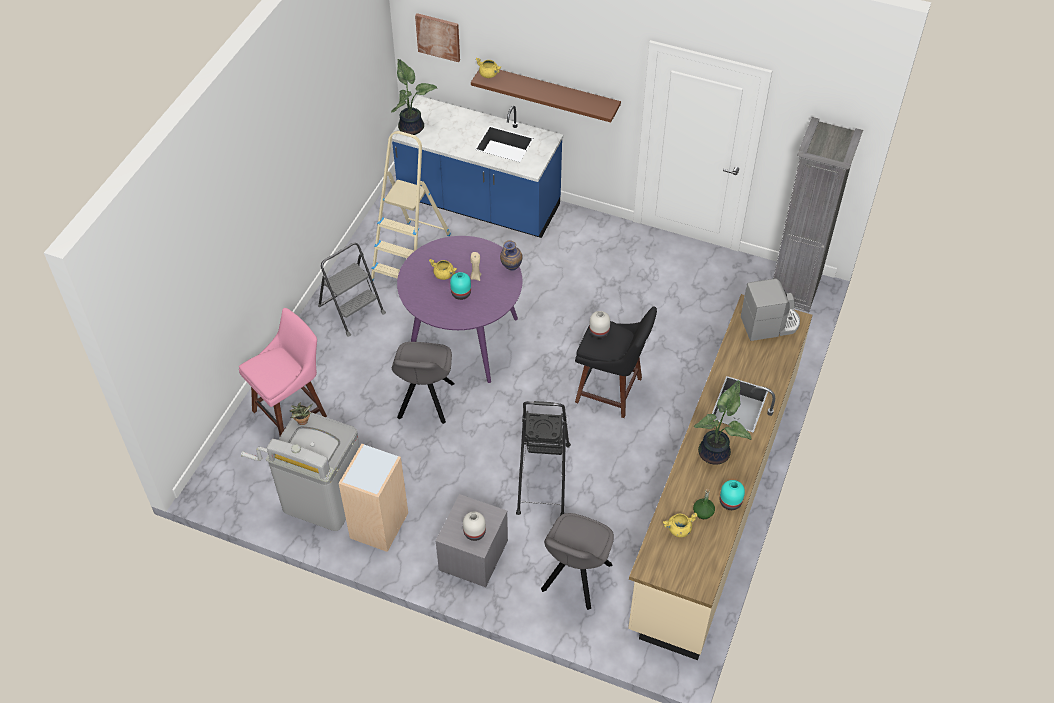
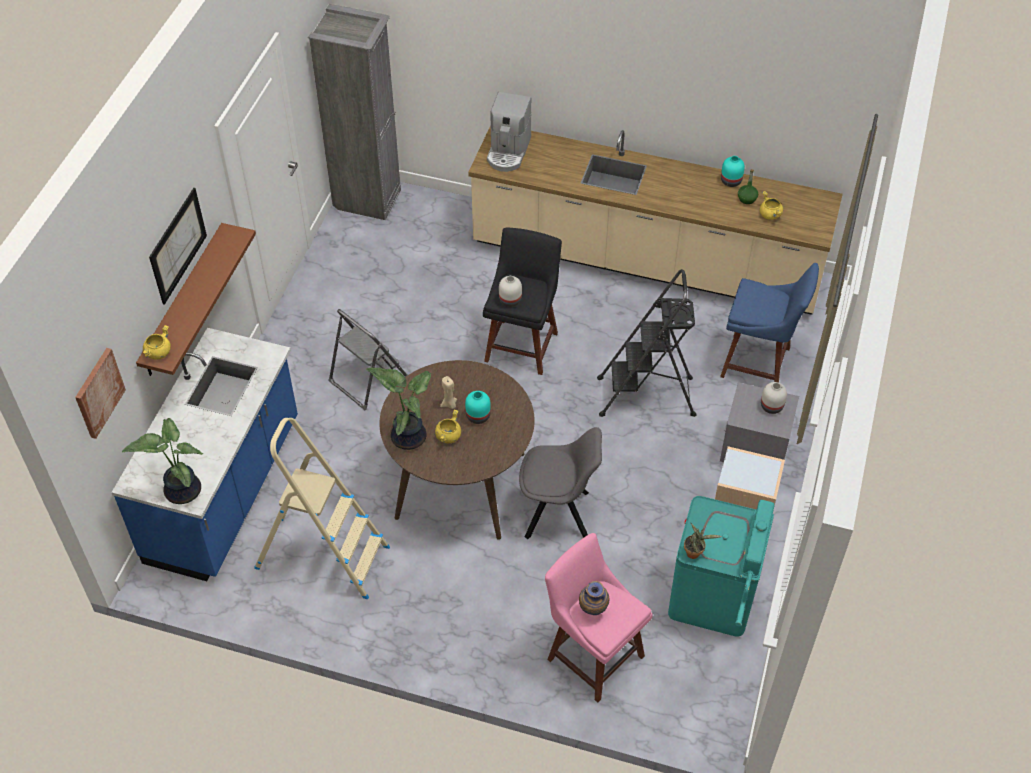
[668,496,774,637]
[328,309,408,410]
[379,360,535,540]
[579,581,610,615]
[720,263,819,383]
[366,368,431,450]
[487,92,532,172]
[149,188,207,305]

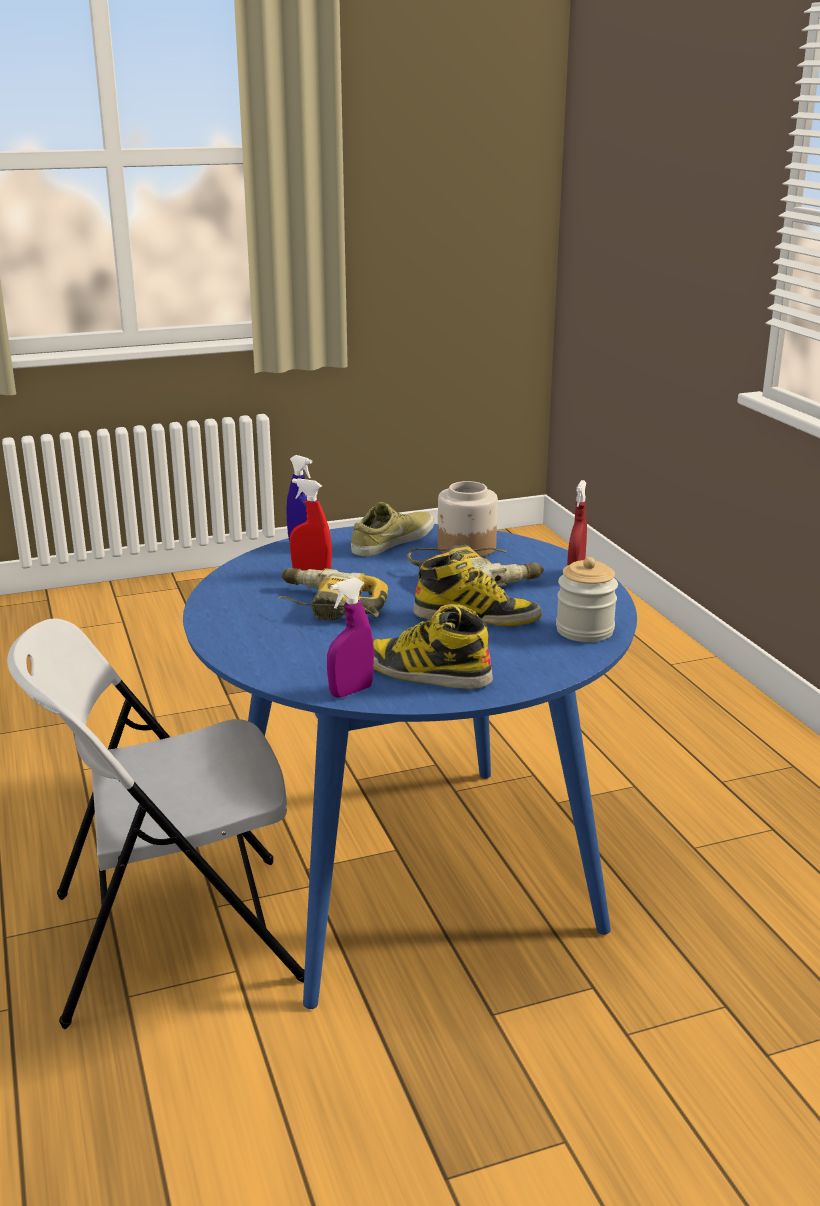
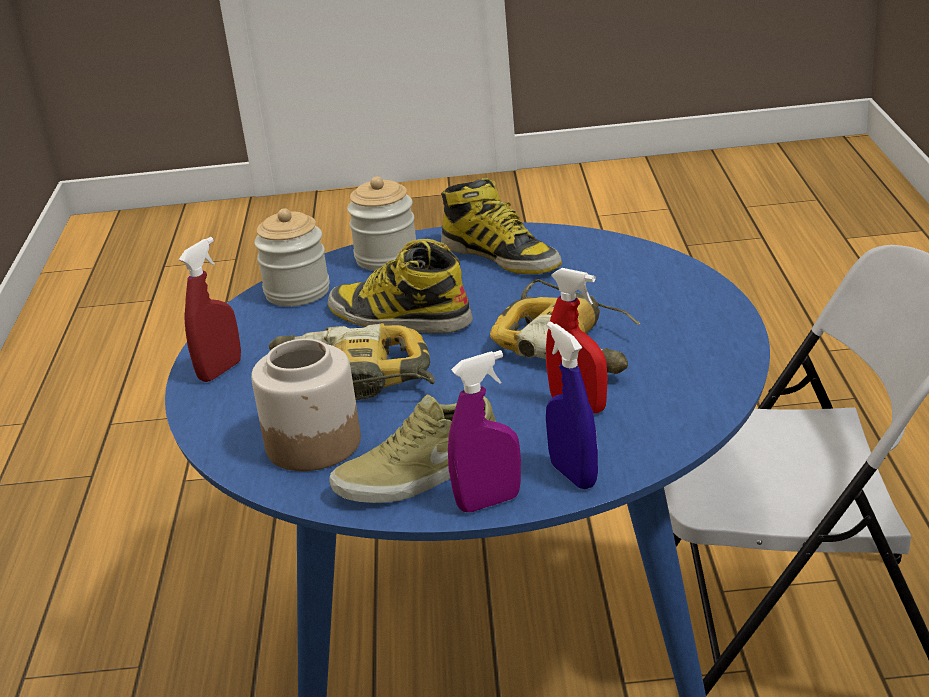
[448,350,521,512]
[347,176,416,271]

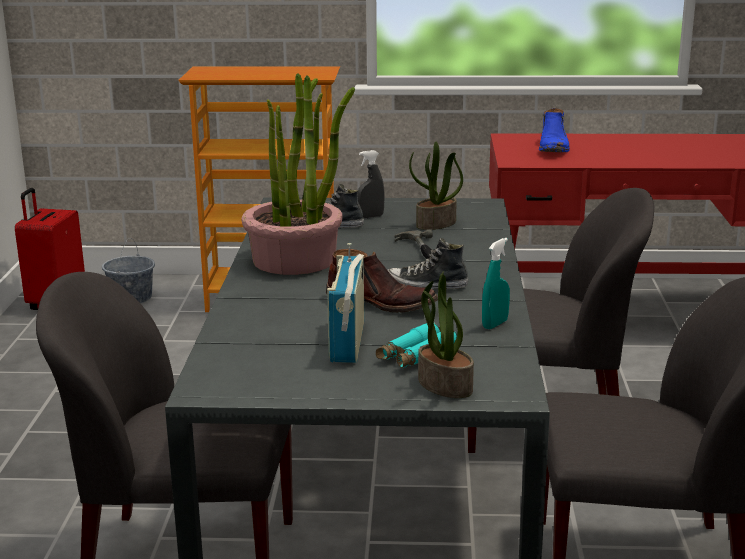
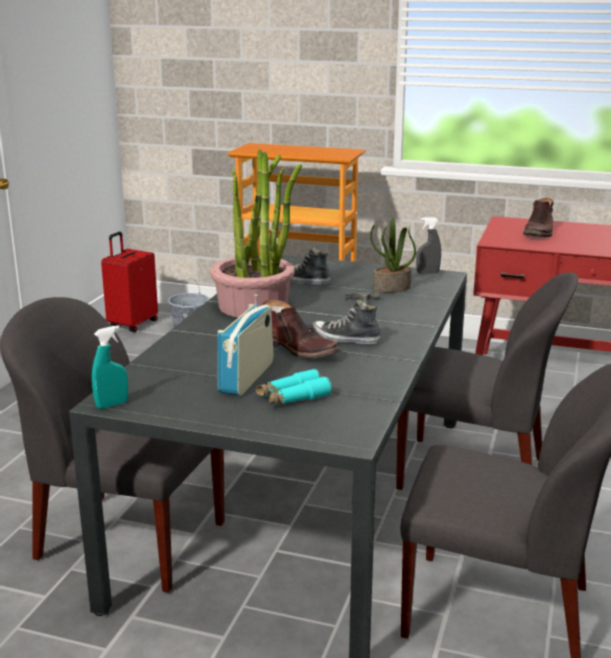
[416,217,441,274]
[418,271,474,398] (first image)
[92,326,128,409]
[523,198,554,237]

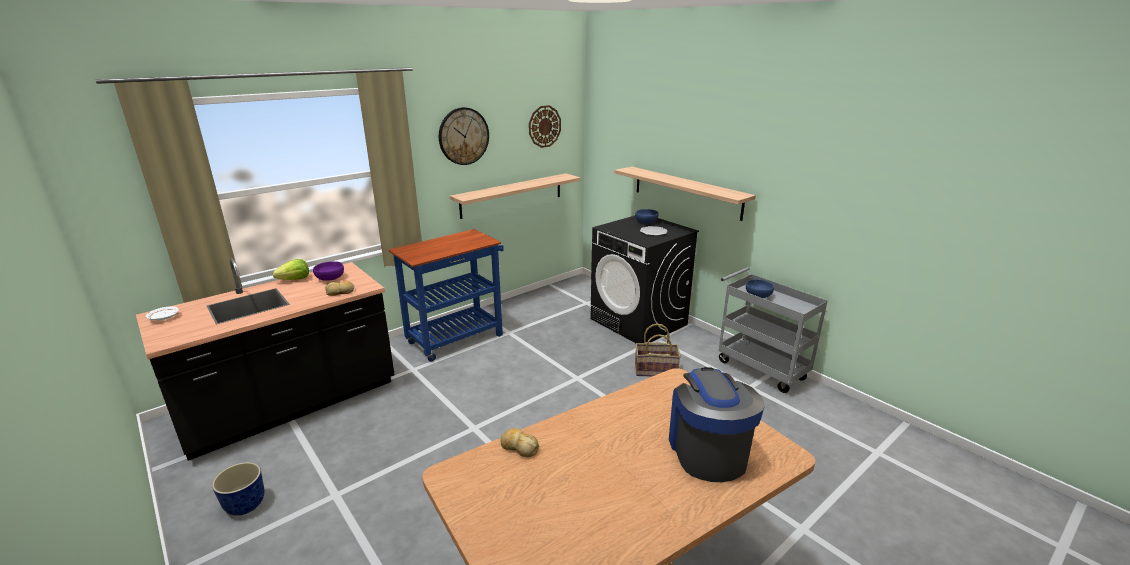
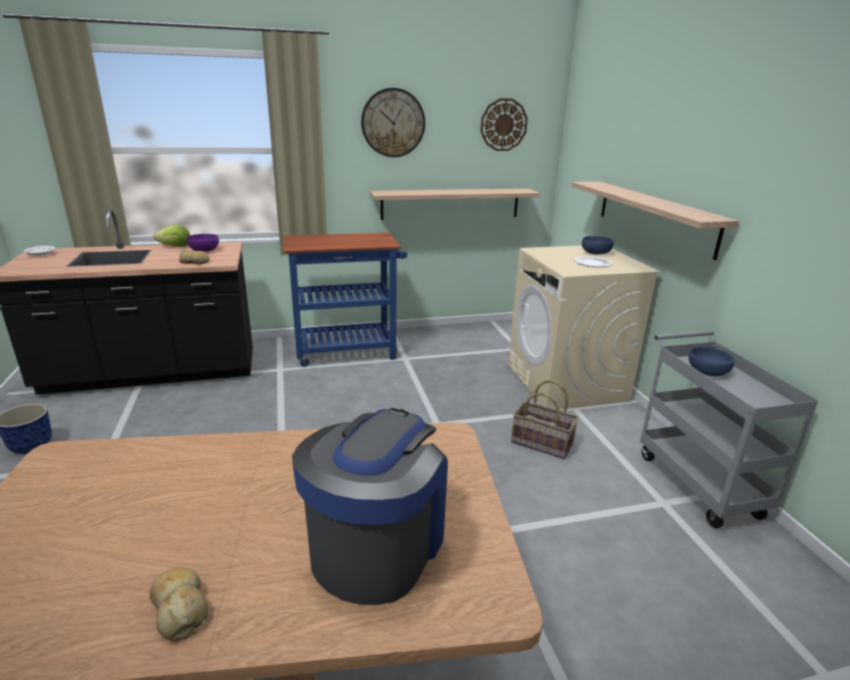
[149,567,208,641]
[508,245,660,409]

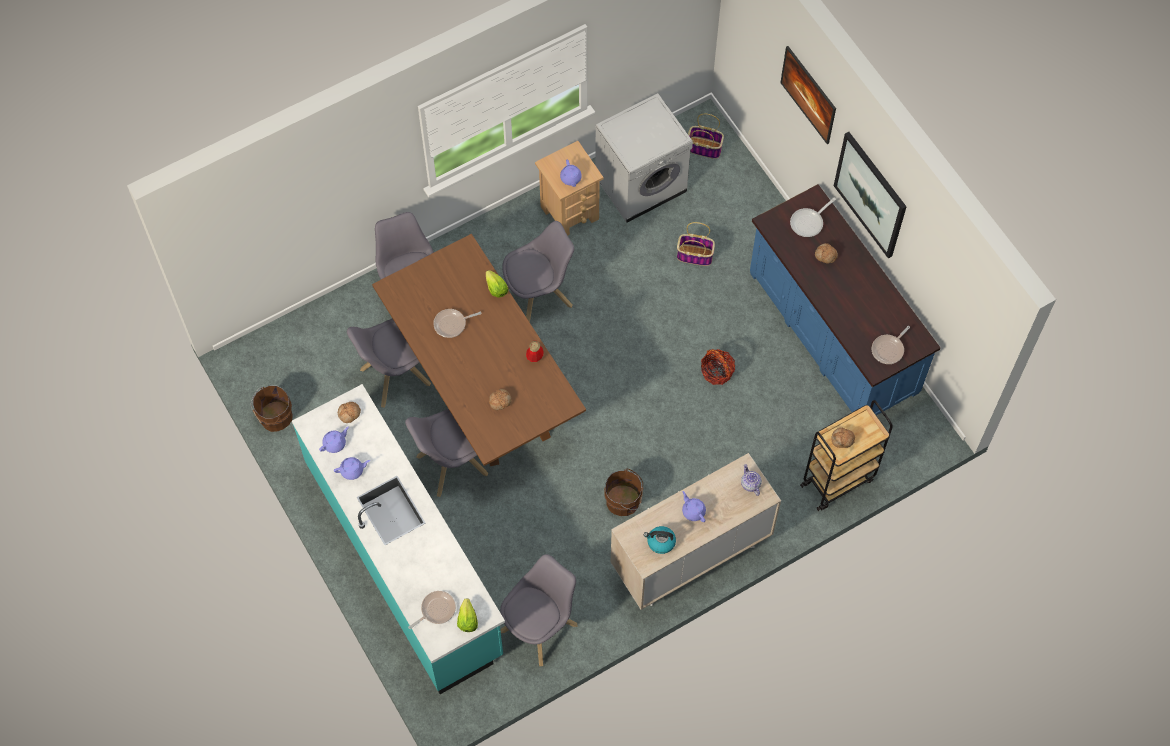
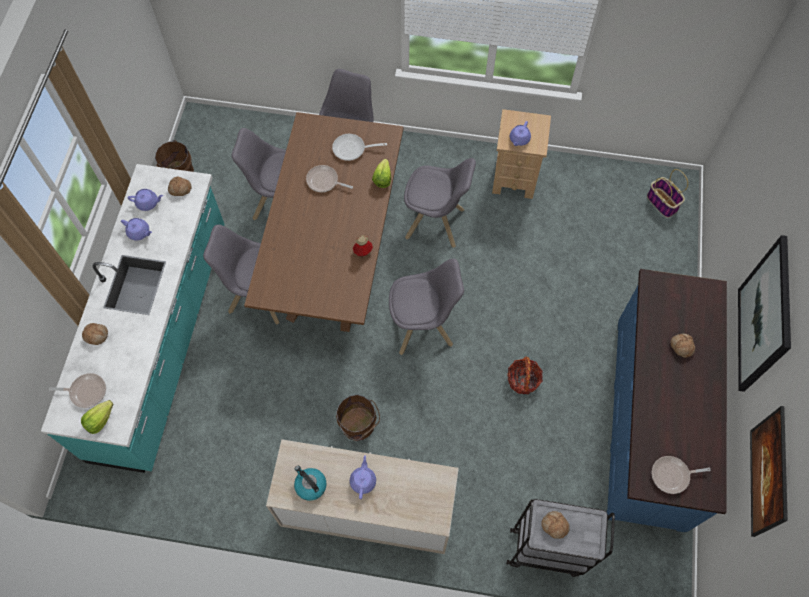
[82,323,108,345]
[389,259,464,355]
[595,93,693,223] (first image)
[677,222,715,266] (first image)
[741,464,762,496] (first image)
[750,406,788,537]
[332,134,387,161]
[507,499,615,577]

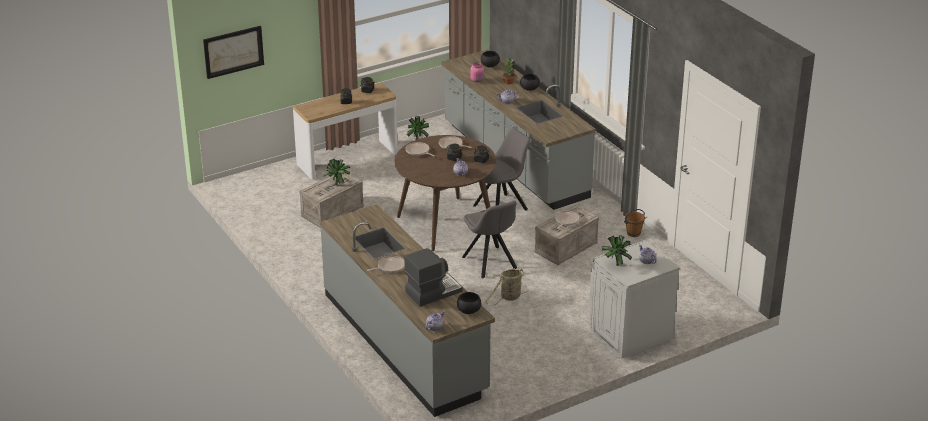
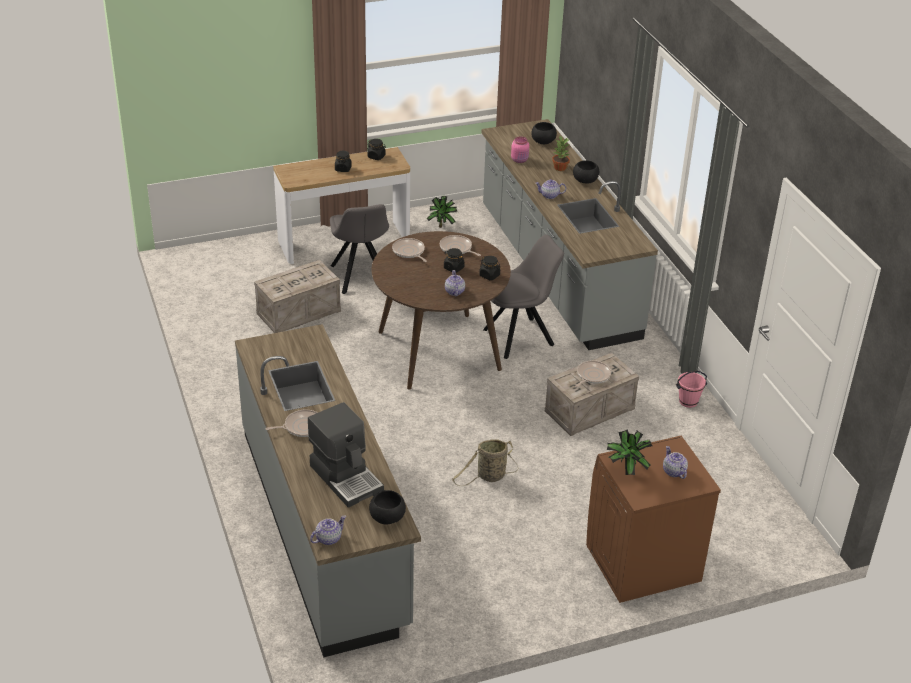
[203,26,264,79] (first image)
[324,159,350,185] (first image)
[308,402,384,508]
[330,204,389,294]
[586,436,721,603]
[676,371,707,408]

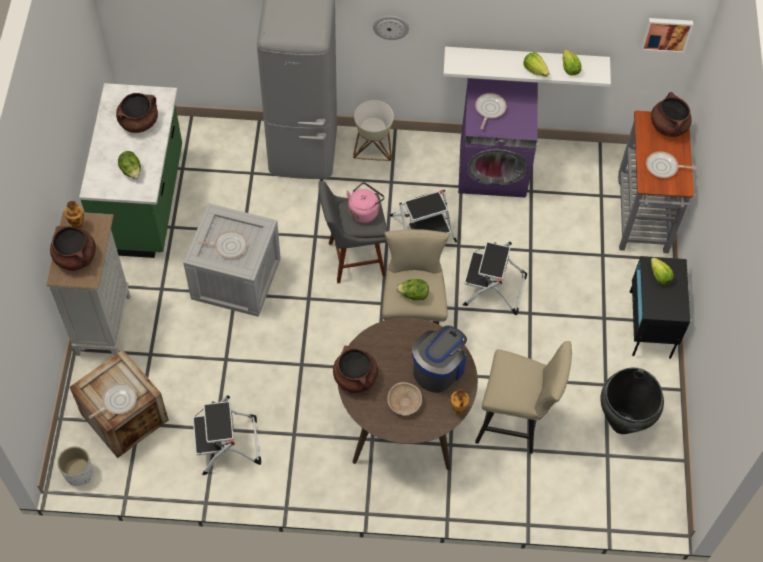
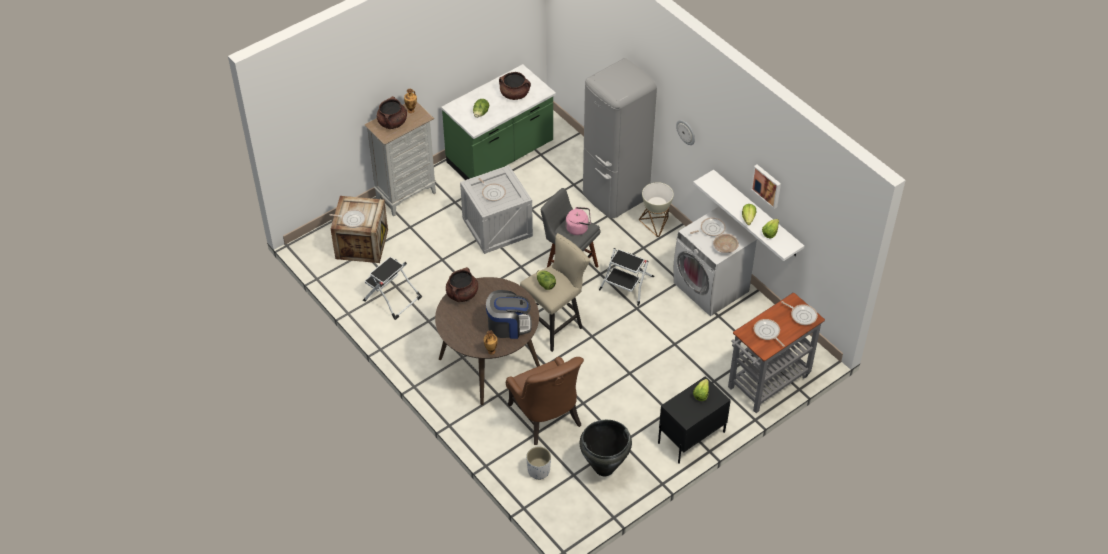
[526,447,551,480]
[713,234,739,253]
[673,207,758,316]
[463,242,527,315] (first image)
[506,357,584,445]
[751,165,781,209]
[781,301,818,325]

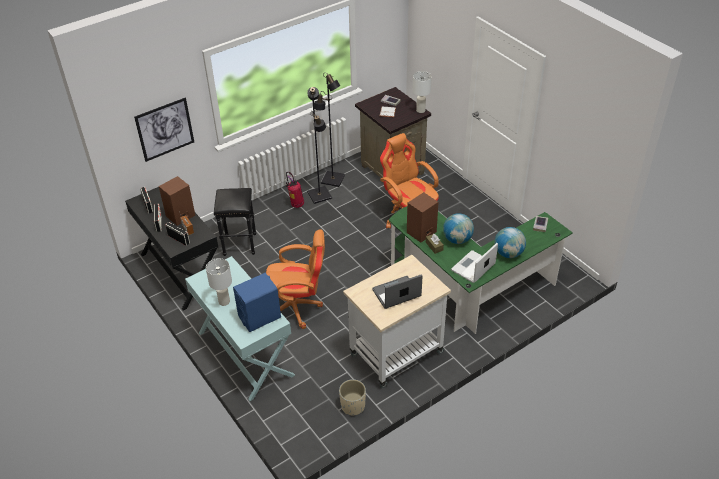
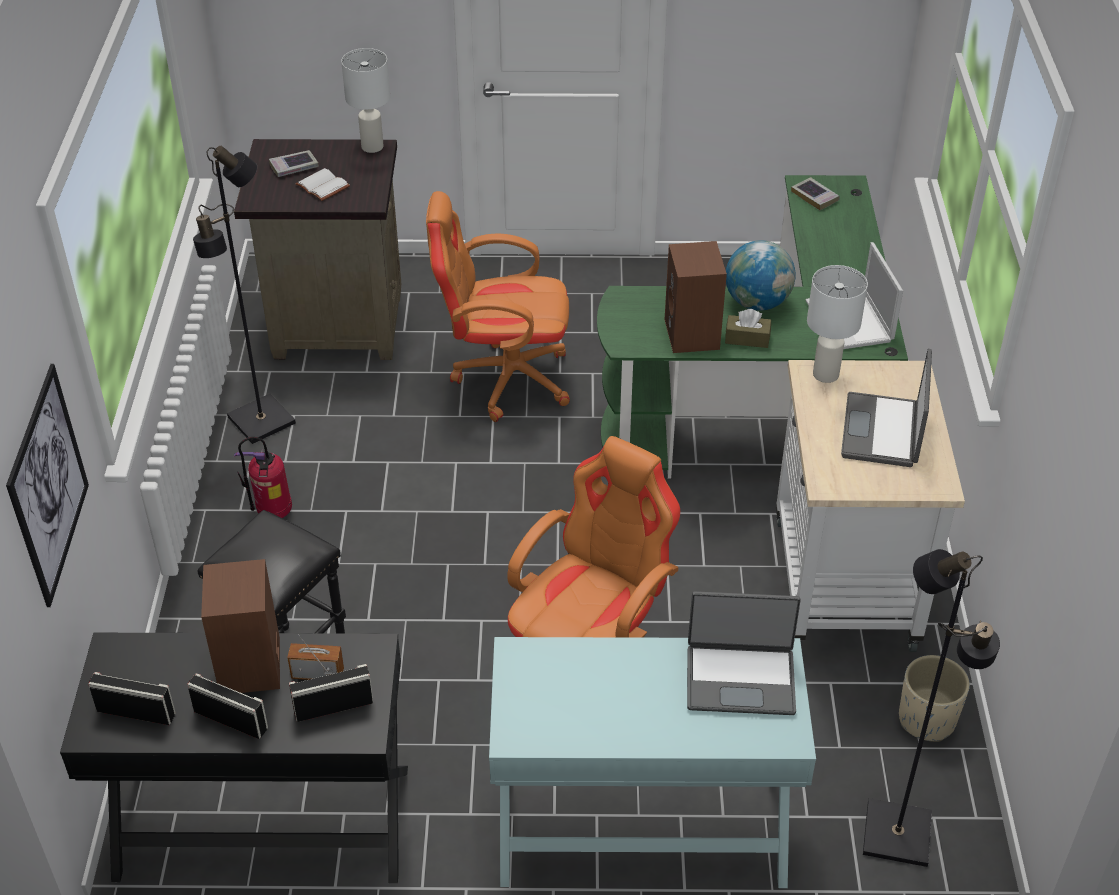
[807,265,868,383]
[687,591,801,715]
[863,549,1000,867]
[494,227,526,258] (first image)

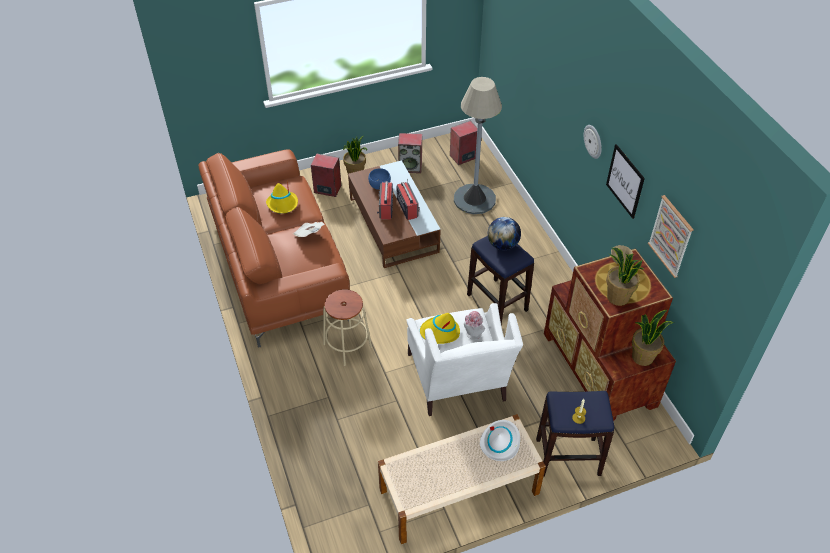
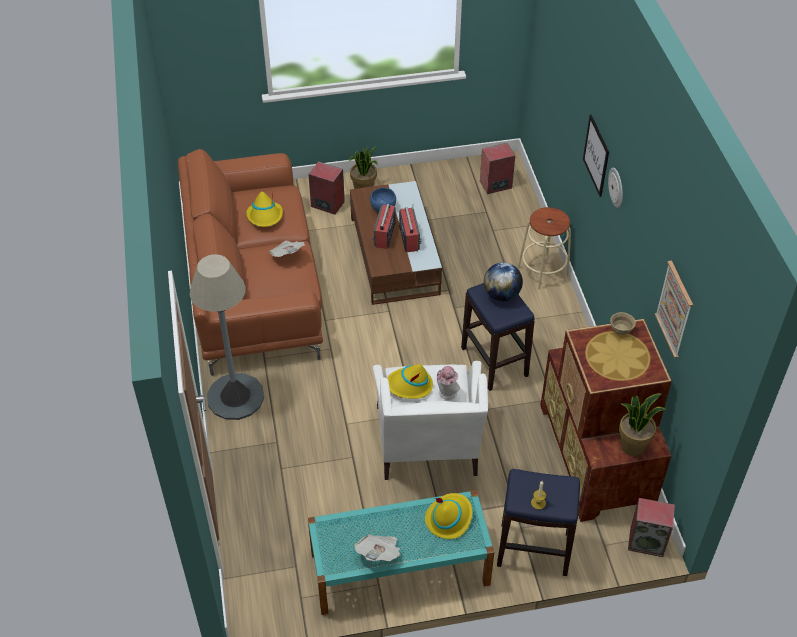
[518,207,571,290]
[308,490,494,615]
[628,498,675,557]
[190,254,264,420]
[425,493,473,539]
[583,115,609,197]
[606,248,644,306] (first image)
[355,534,400,561]

